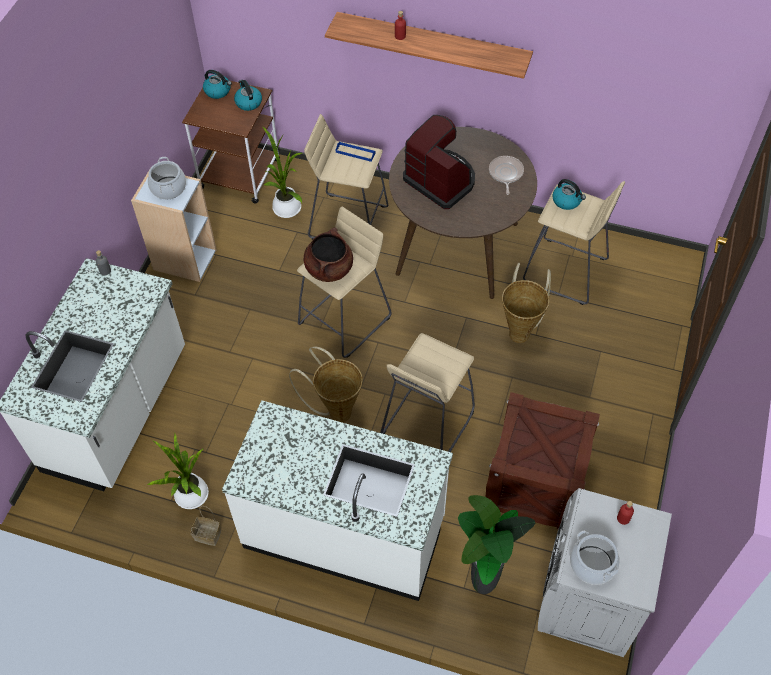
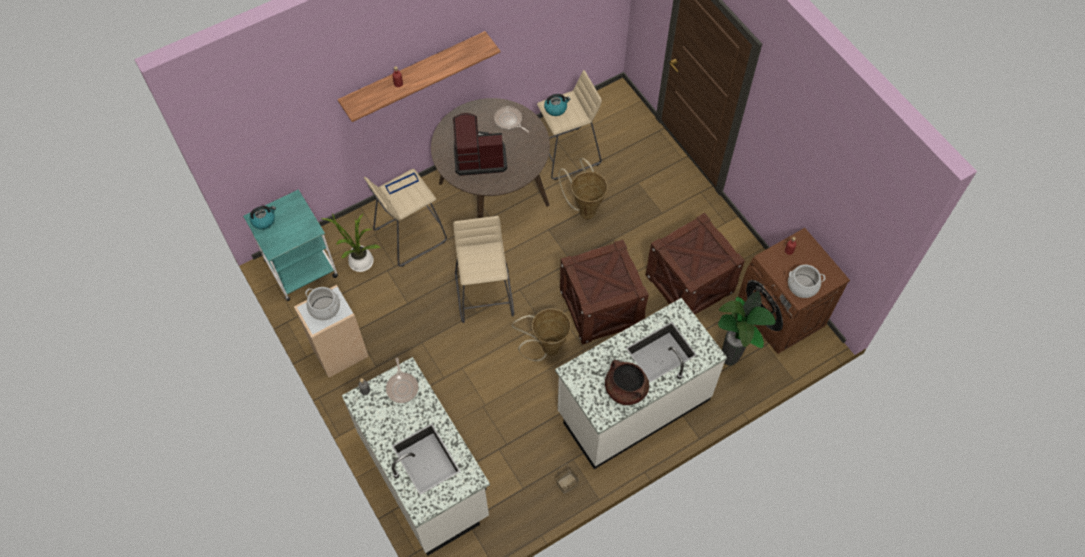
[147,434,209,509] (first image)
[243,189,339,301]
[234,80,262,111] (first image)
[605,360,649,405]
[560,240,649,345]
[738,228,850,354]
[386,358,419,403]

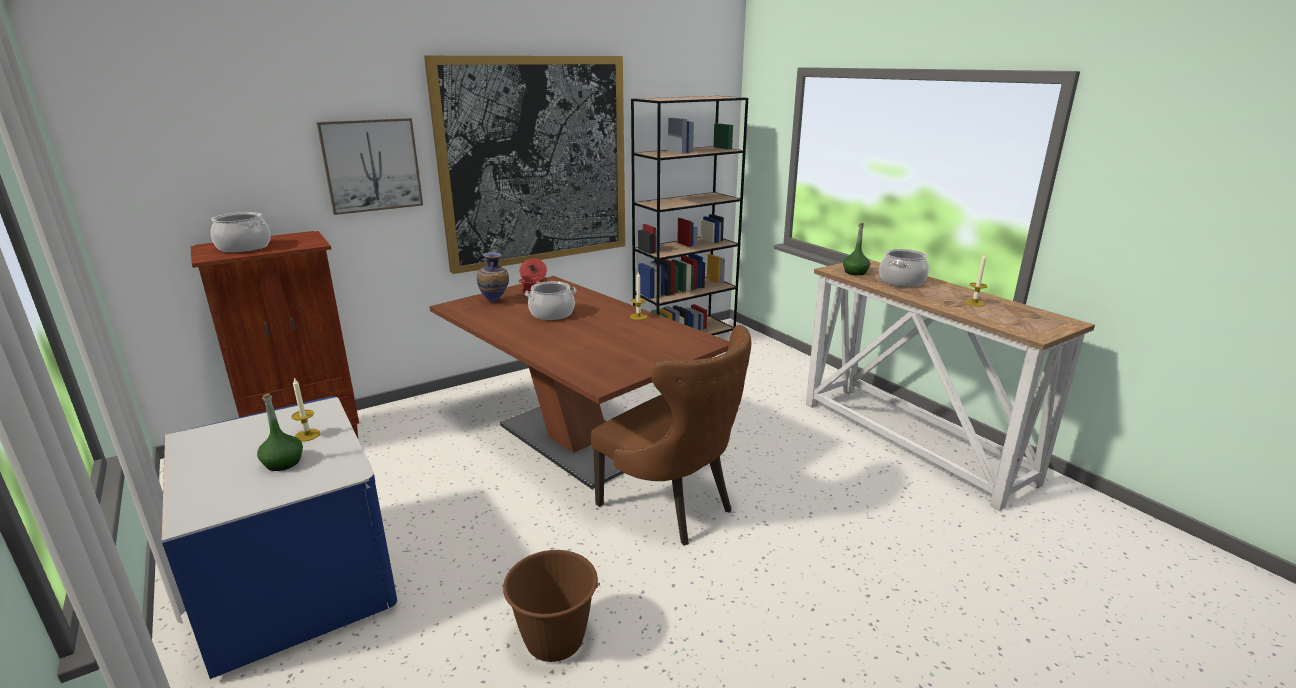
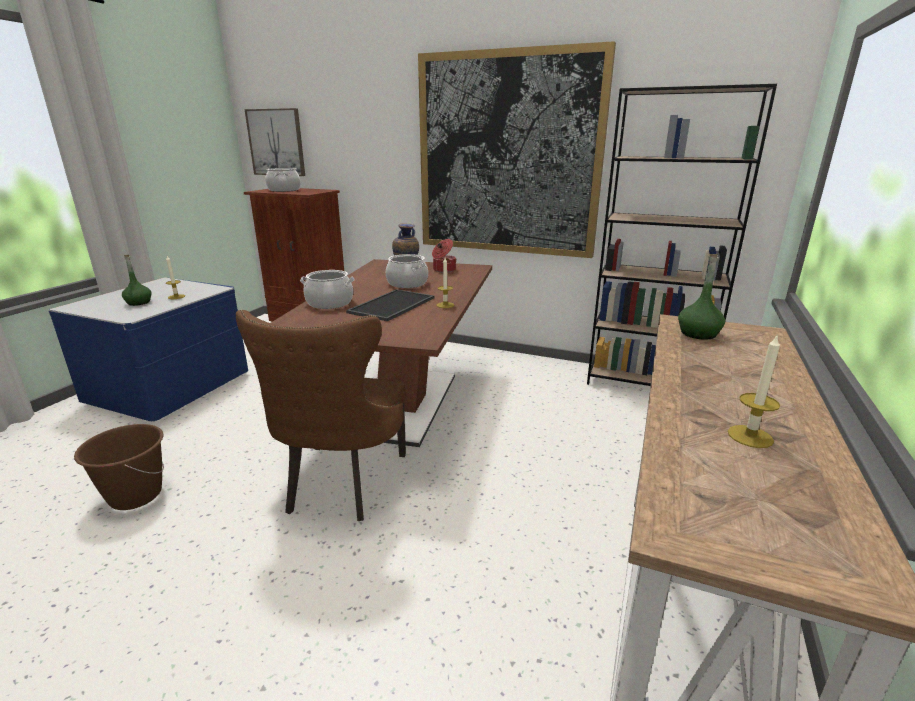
[245,108,305,176]
[300,270,355,309]
[346,289,435,322]

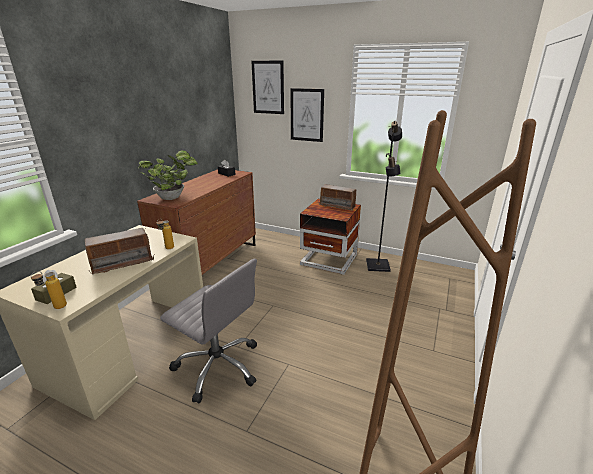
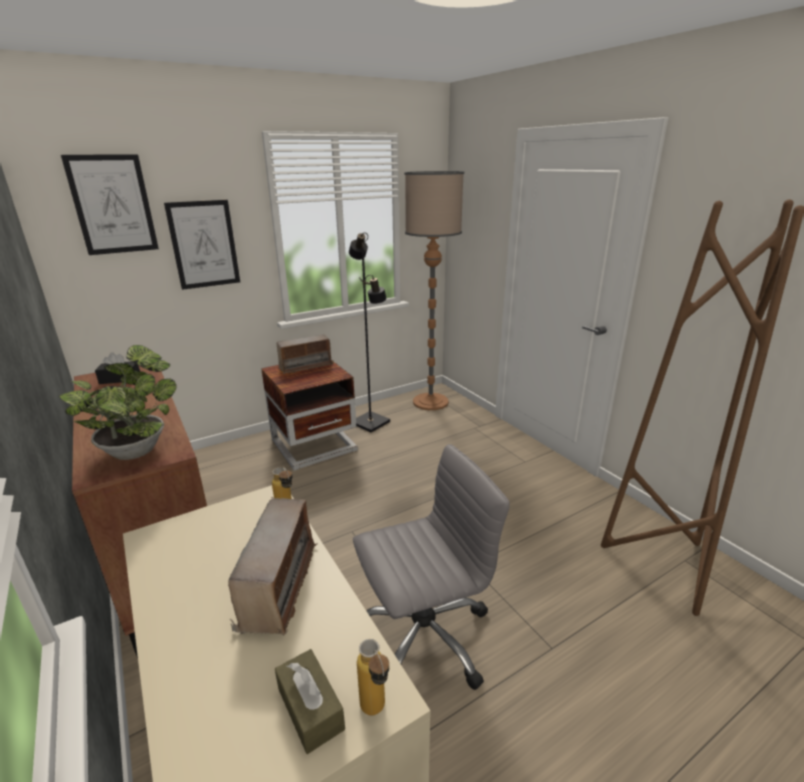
[404,171,464,410]

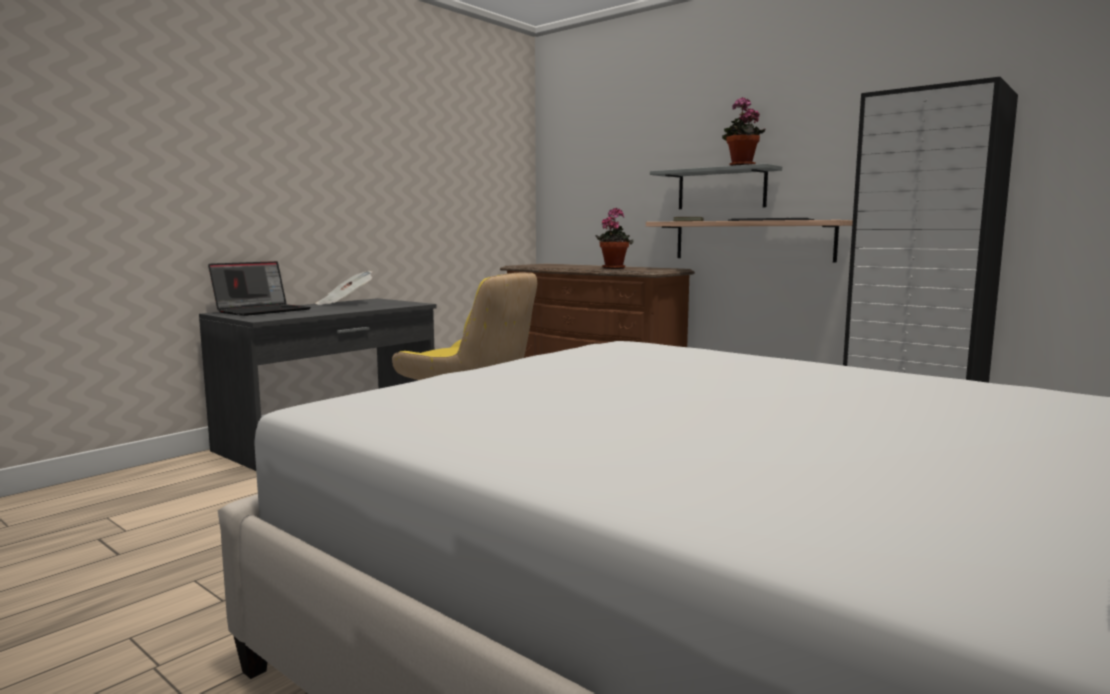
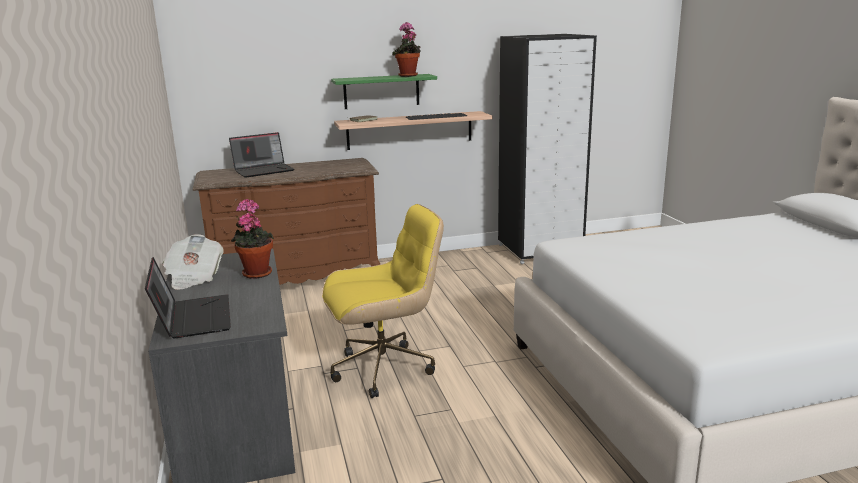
[231,199,274,279]
[331,74,437,109]
[229,132,294,178]

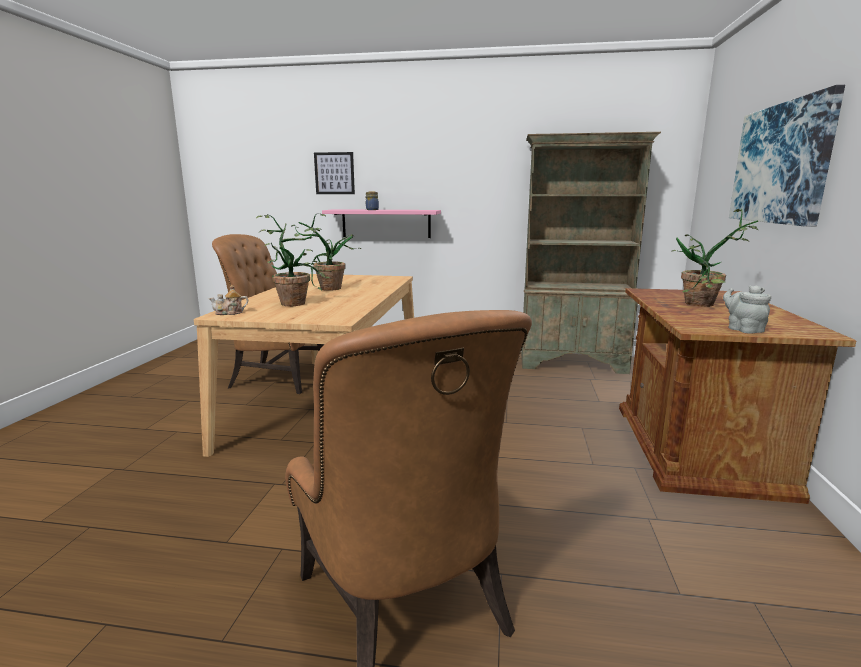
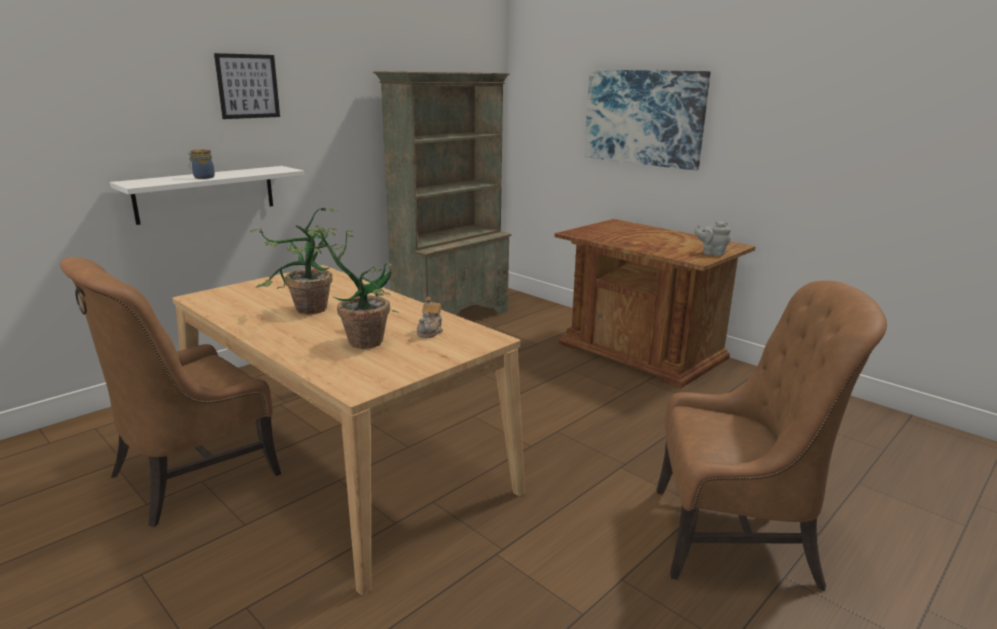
[417,297,443,338]
[214,53,280,119]
[110,166,304,225]
[671,208,759,307] (first image)

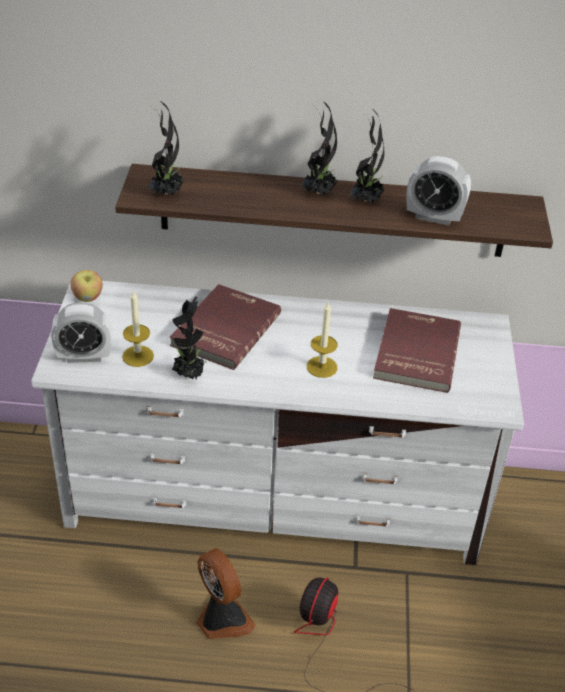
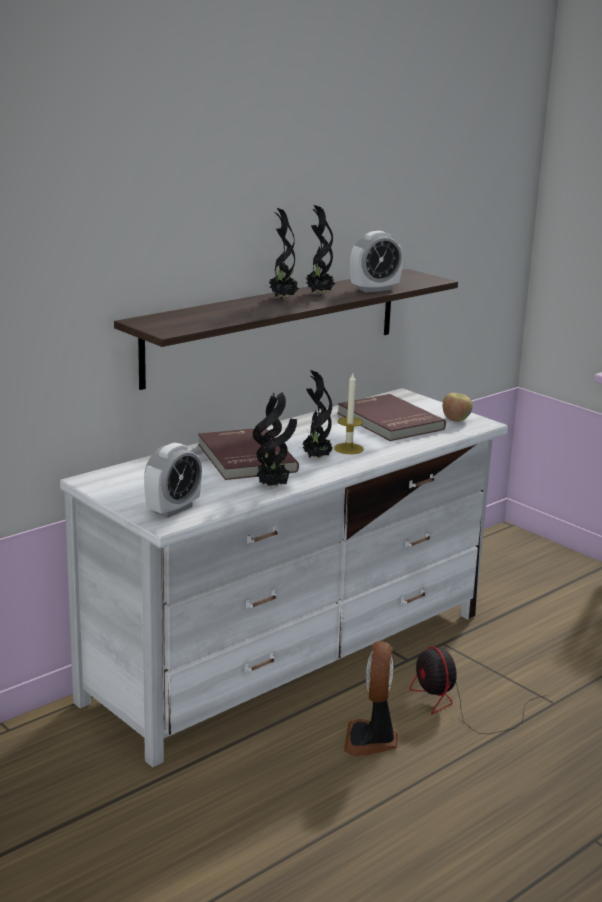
[443,393,473,422]
[122,290,154,367] (first image)
[300,370,333,459]
[344,641,398,756]

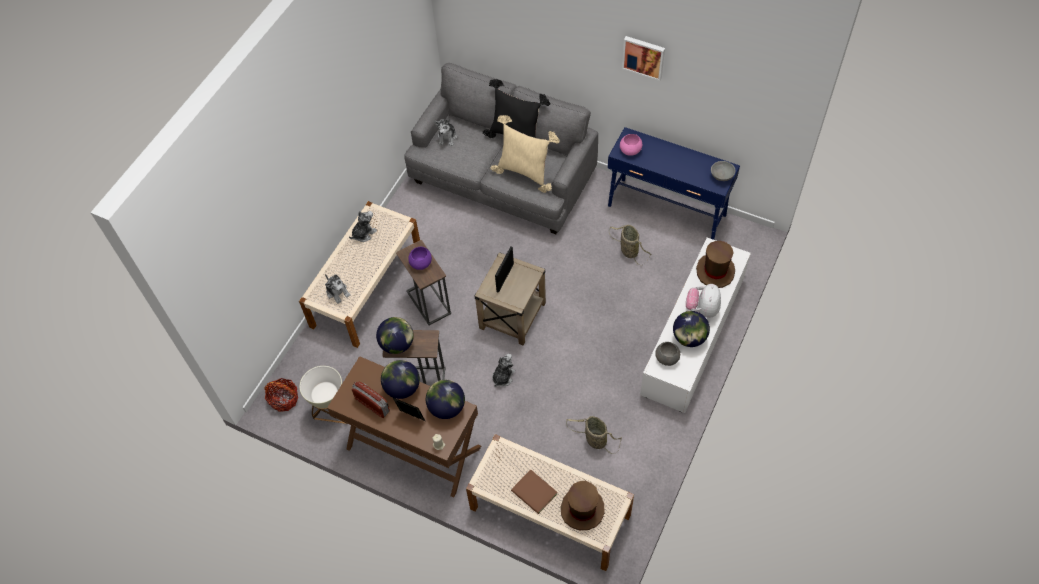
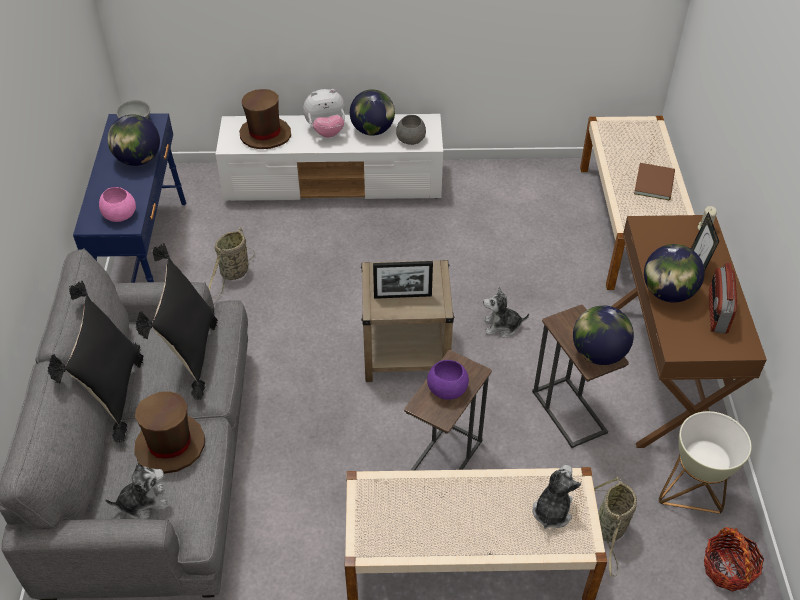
[349,211,377,242] (first image)
[108,114,160,166]
[136,243,217,400]
[134,391,205,474]
[594,476,637,577]
[622,36,665,81] (first image)

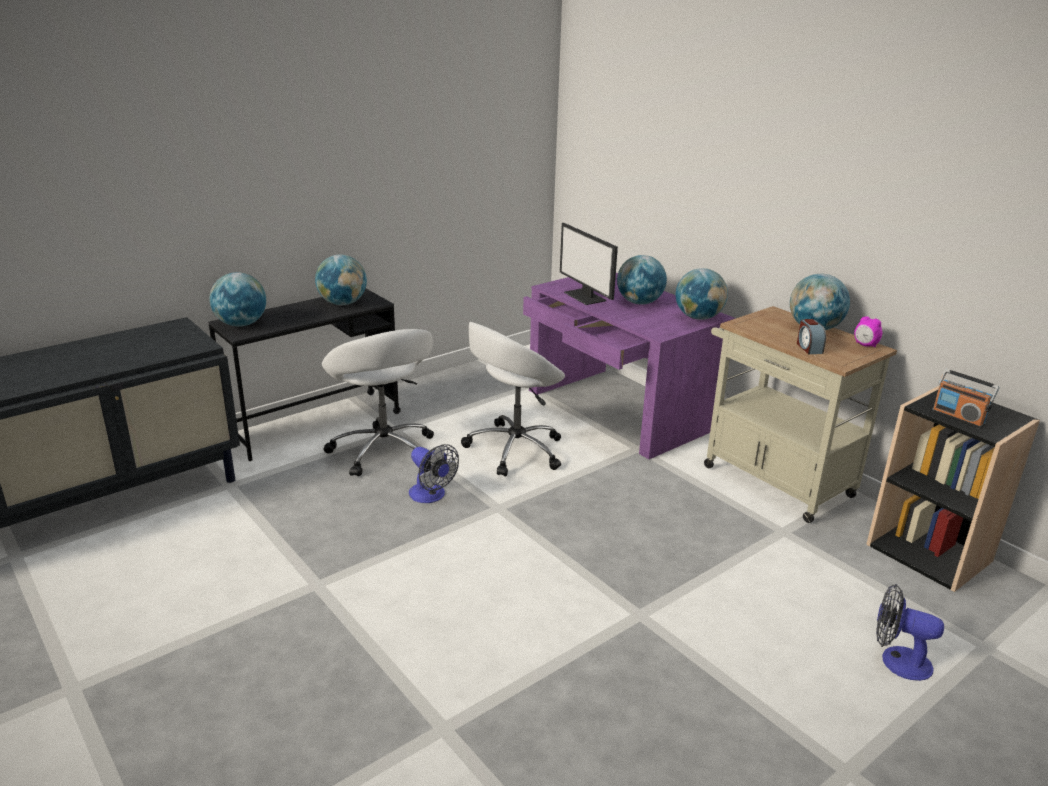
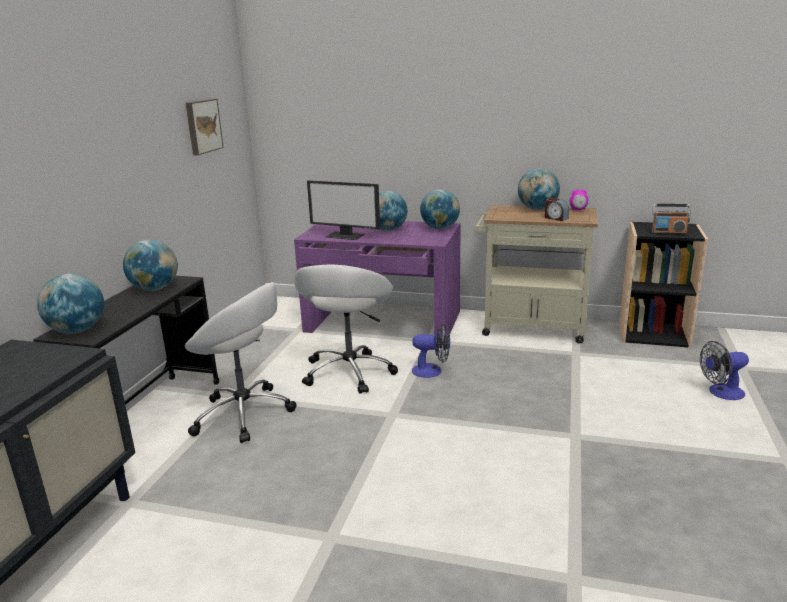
[412,323,450,378]
[186,99,224,155]

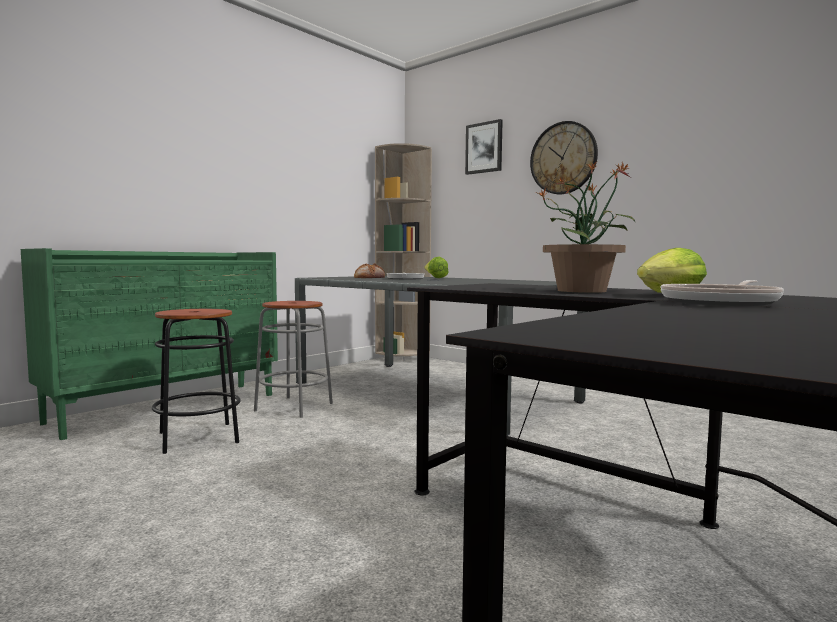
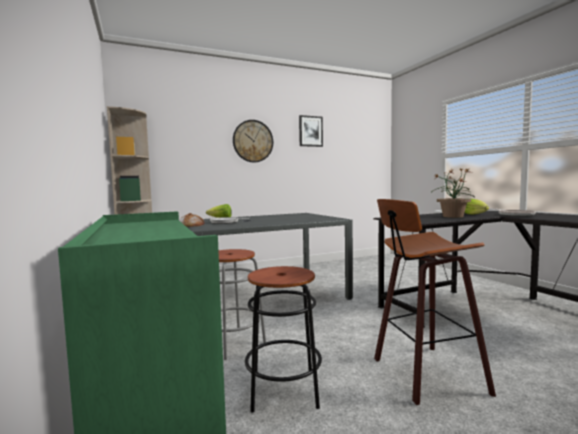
[299,115,323,147]
[374,199,496,405]

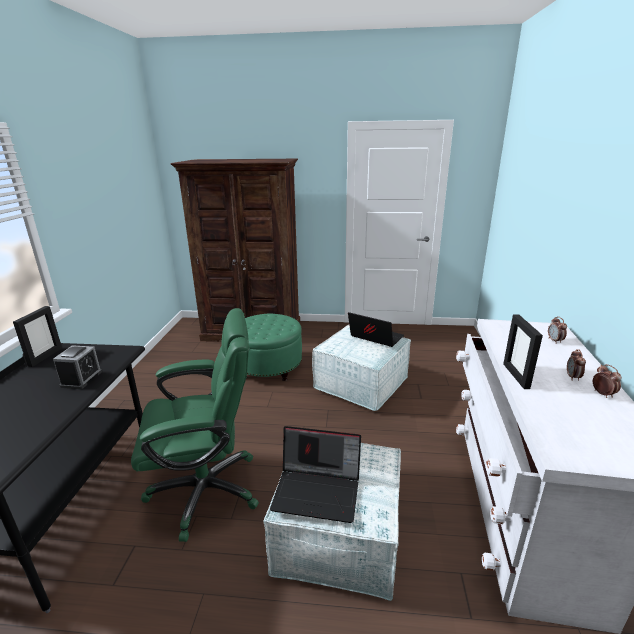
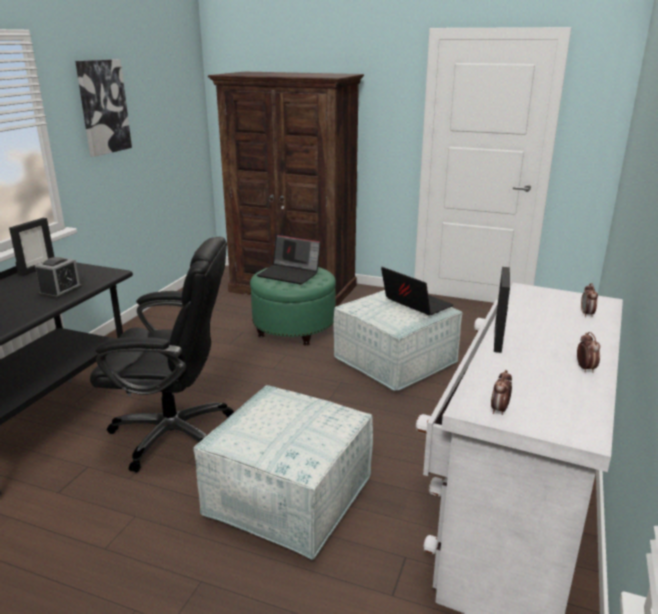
[90,237,234,473]
[257,234,321,284]
[491,370,512,415]
[75,59,132,157]

